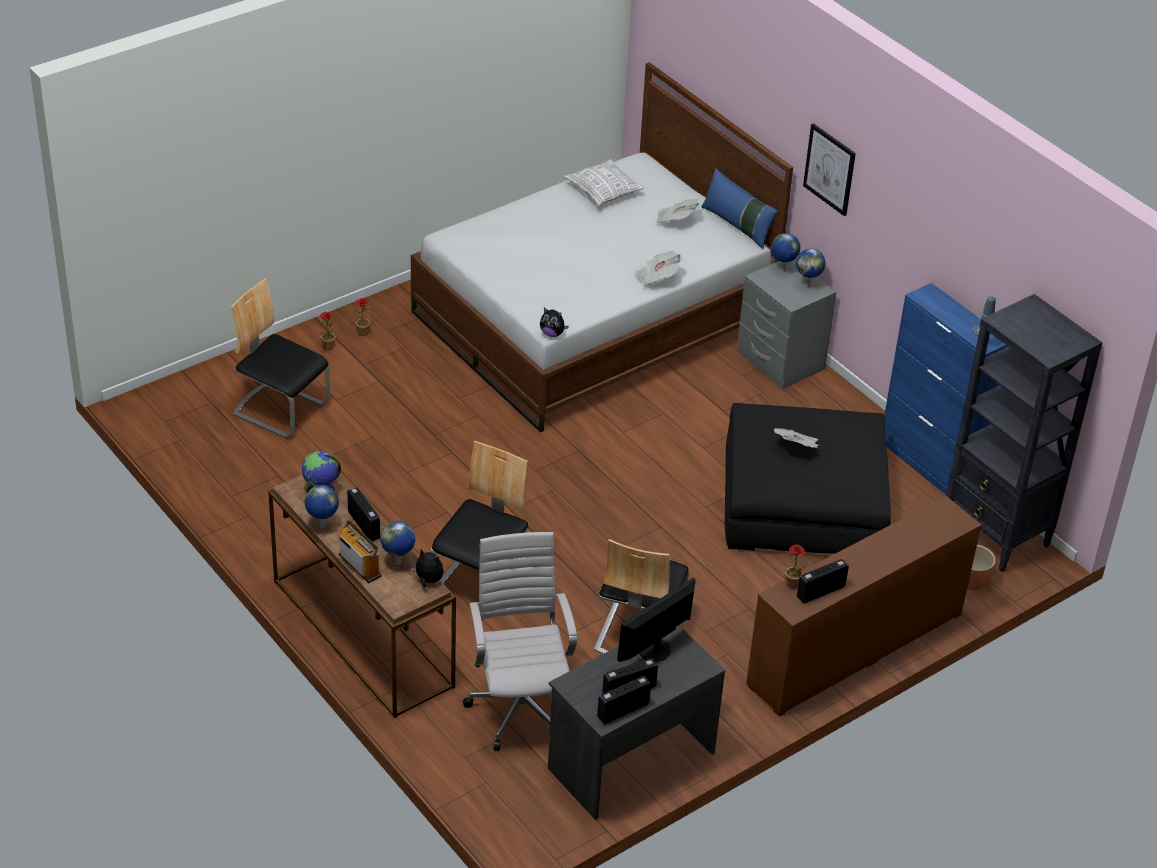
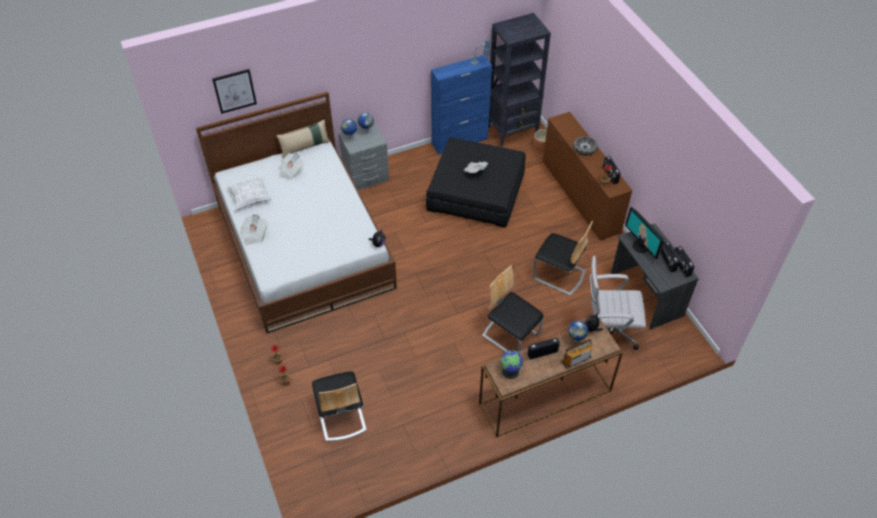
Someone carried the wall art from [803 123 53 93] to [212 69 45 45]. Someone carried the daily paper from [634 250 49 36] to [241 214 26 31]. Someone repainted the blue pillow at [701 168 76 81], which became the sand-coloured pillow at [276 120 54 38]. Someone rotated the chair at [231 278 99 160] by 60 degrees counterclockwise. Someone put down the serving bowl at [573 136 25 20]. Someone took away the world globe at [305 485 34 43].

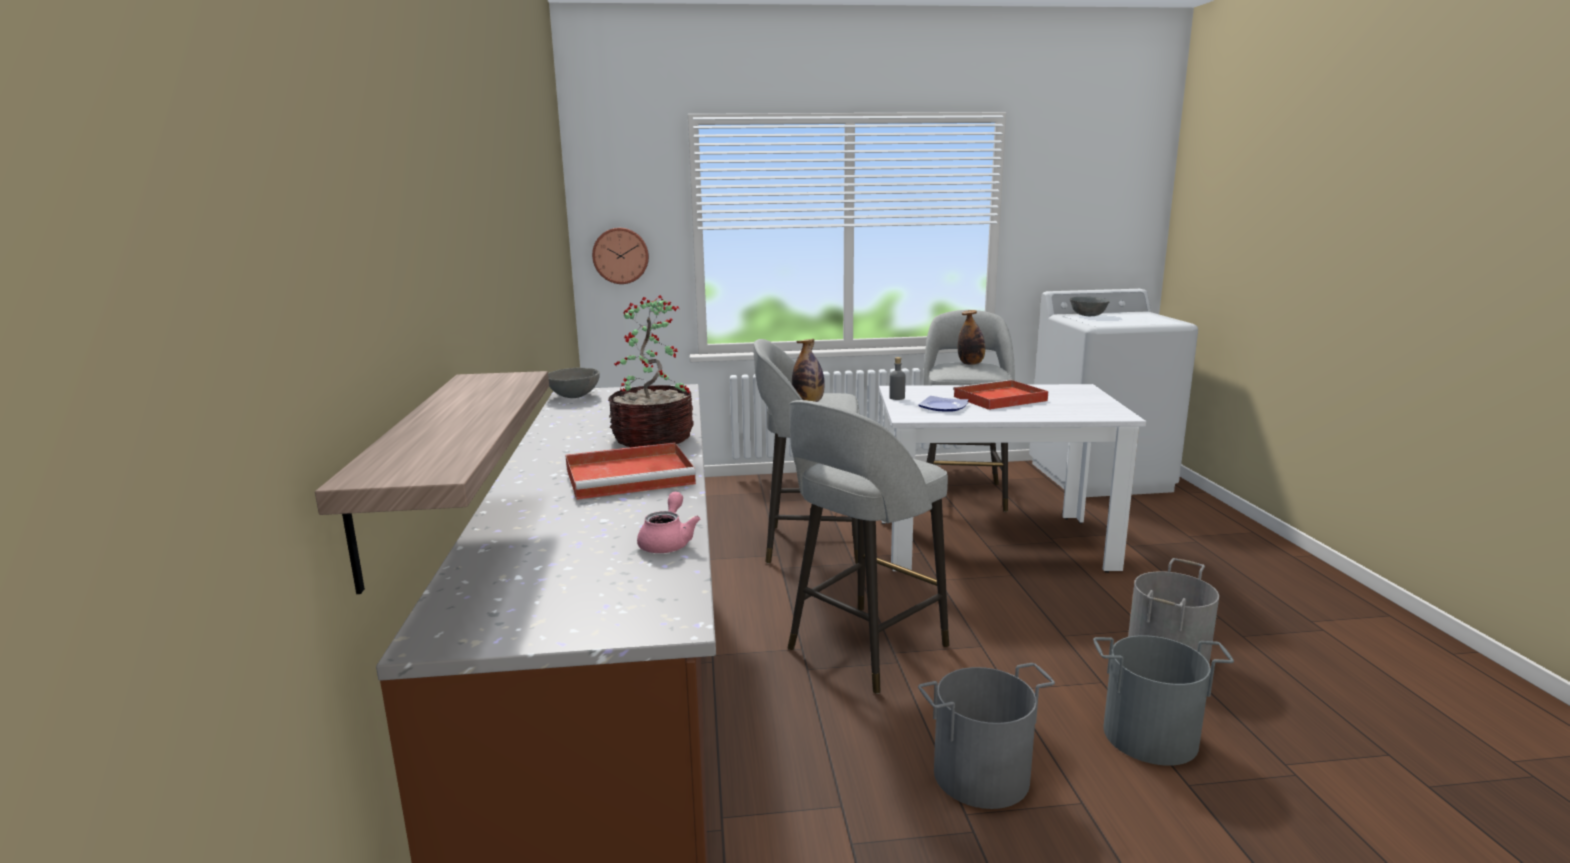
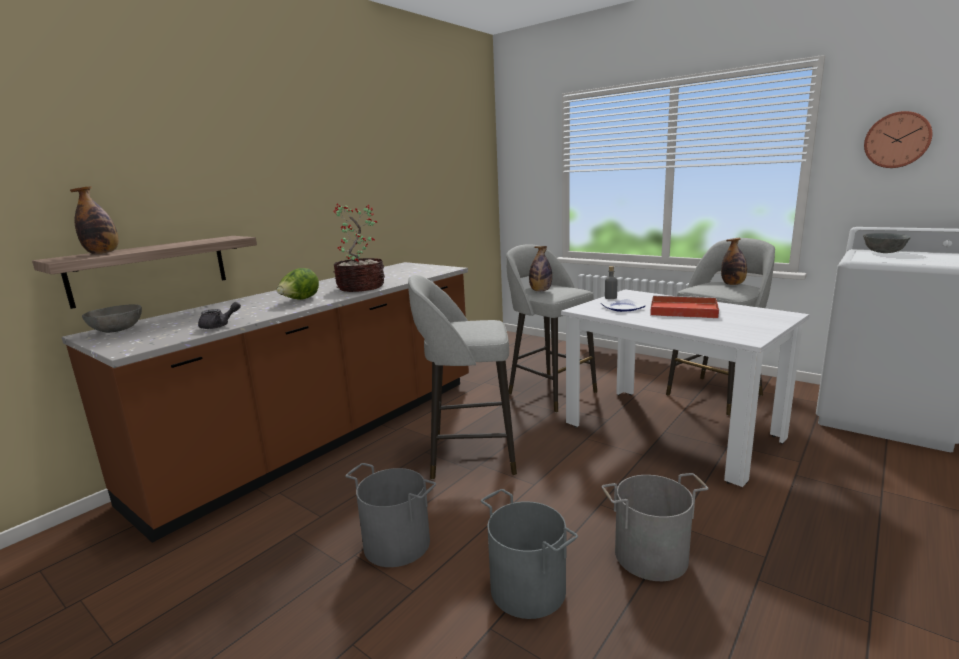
Someone put down the bottle at [70 186 49 68]. Someone carried the grey serving bowl from [548 368 52 30] to [82 304 60 29]. Someone repainted the pinkish teapot at [637 492 63 61], which became the grey teapot at [198 302 43 27]. Someone swapped the reddish carrying tray at [565 442 131 58] for the head of lettuce at [277 268 42 32]. Someone carried the wall clock from [592 228 57 56] to [864 111 68 57].

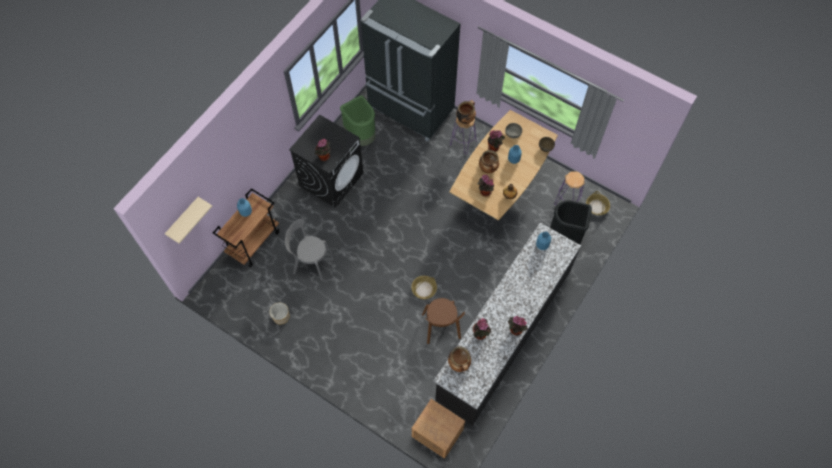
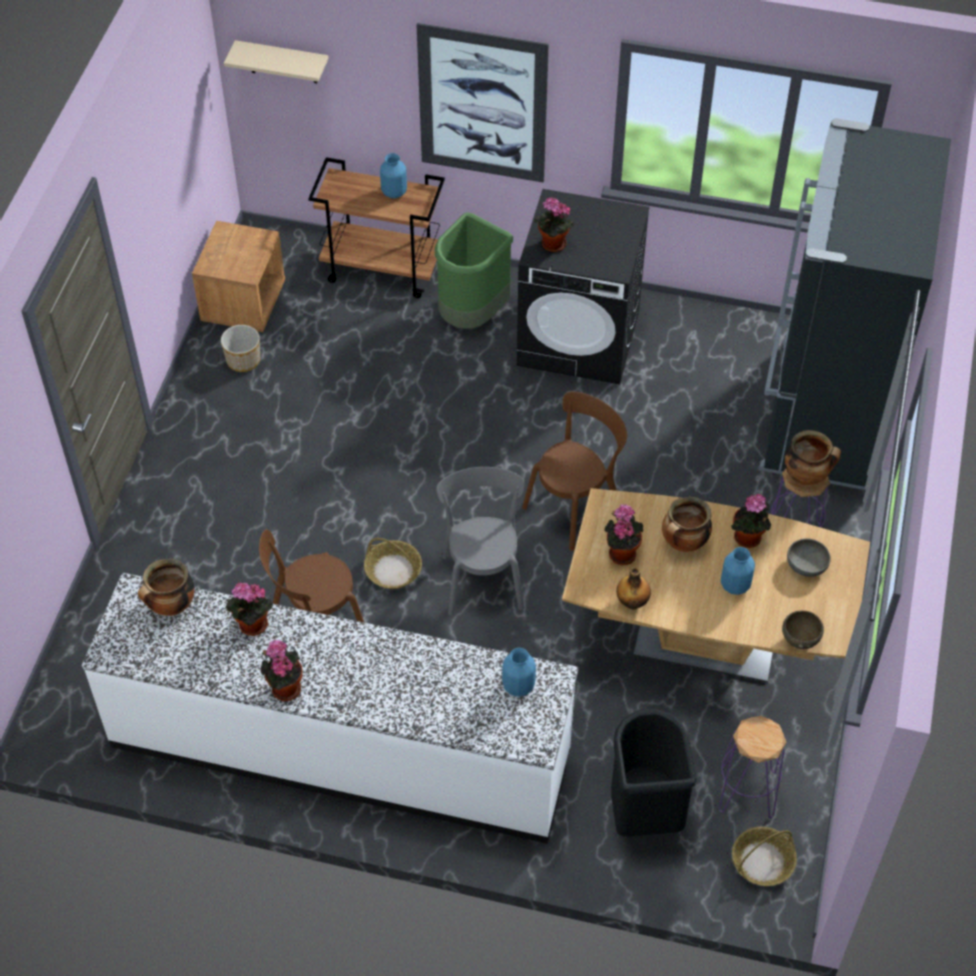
Someone repainted the black kitchen counter at [434 223 147 203], which became the white kitchen counter at [82 573 496 271]. Someone carried the brown-coloured nightstand from [412 399 53 60] to [192 221 93 111]. Someone put up the wall art at [417 23 132 160]. Someone carried the green-coloured rubbish bin from [340 95 36 51] to [435 212 78 117]. Someone carried the grey chair from [285 219 48 62] to [436 467 89 149]. Someone put down the brown-coloured chair at [522 392 105 159].

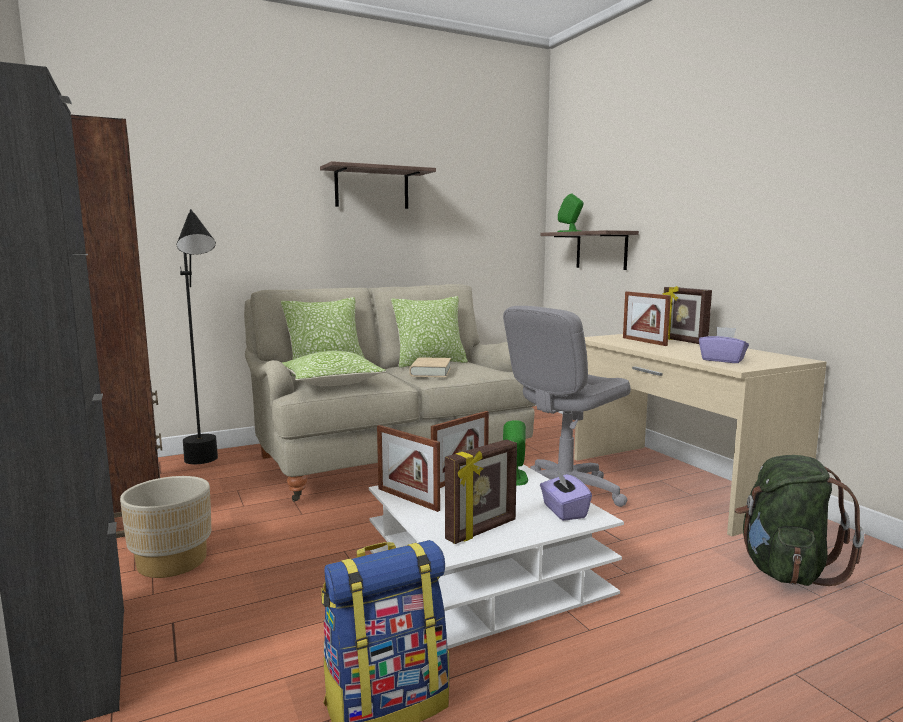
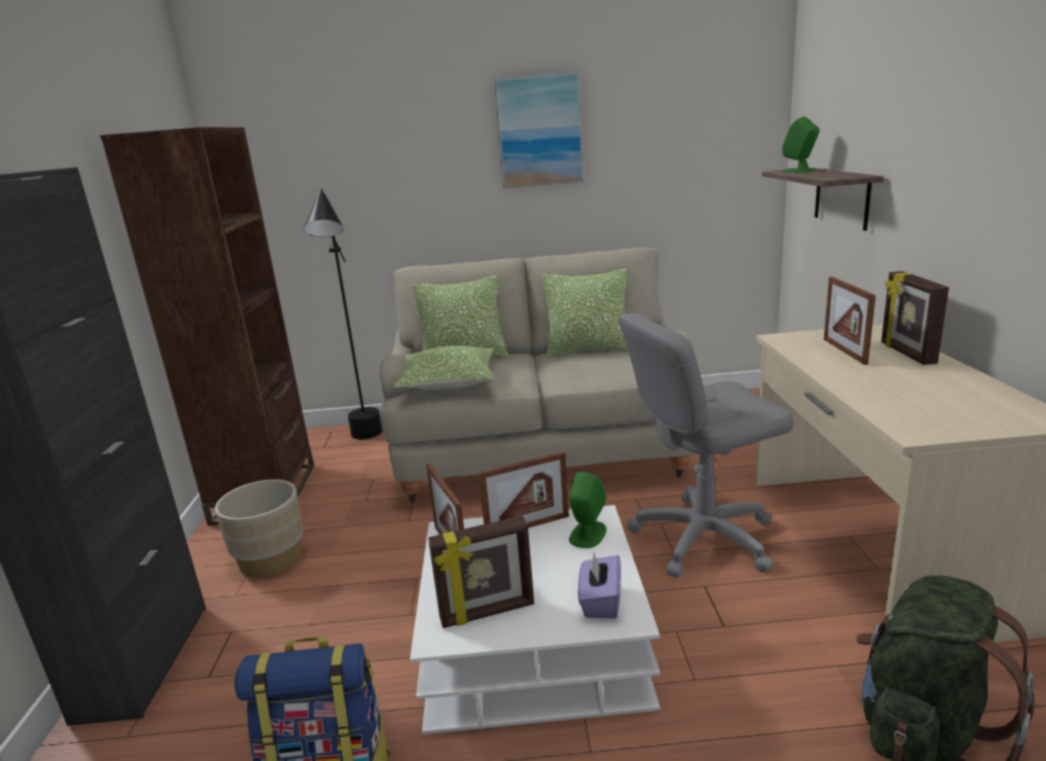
Someone swapped the shelf at [320 161 116 48] for the wall art at [494 72 90 116]. Someone took away the sand-coloured bound book at [409 357 42 20]. Someone took away the purplish tissue holder at [699 327 50 36].

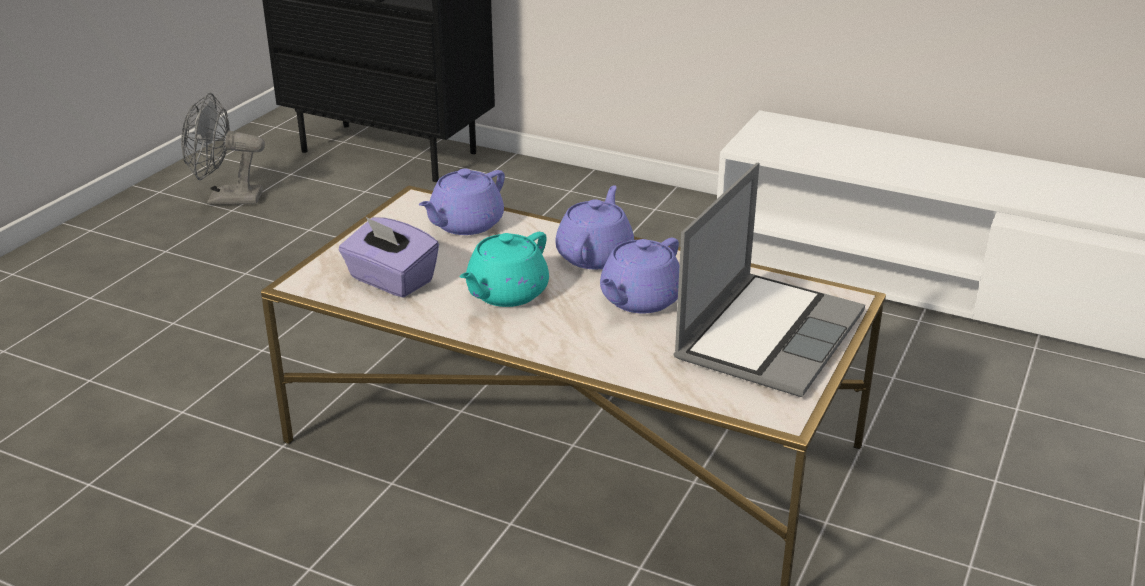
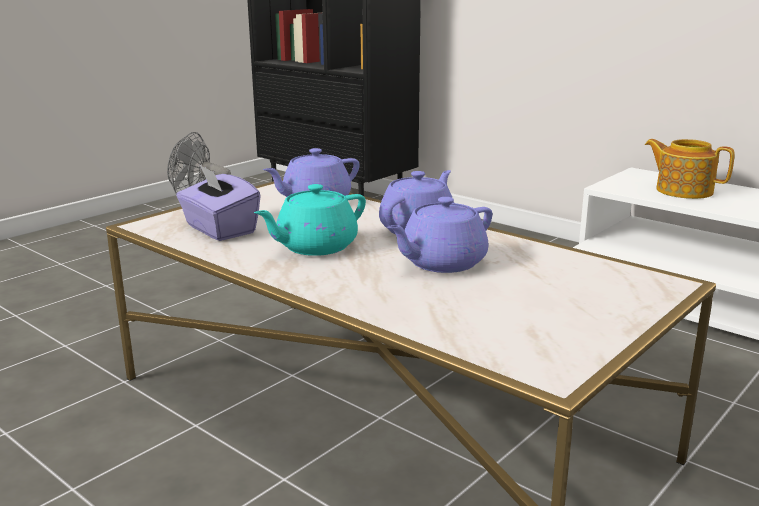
Someone put down the teapot at [645 139 90 60]. Someone took away the laptop at [674 163 191 234].

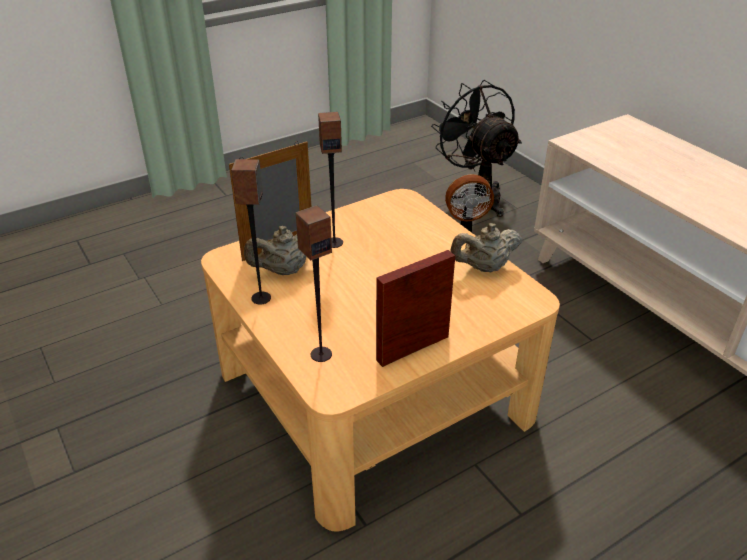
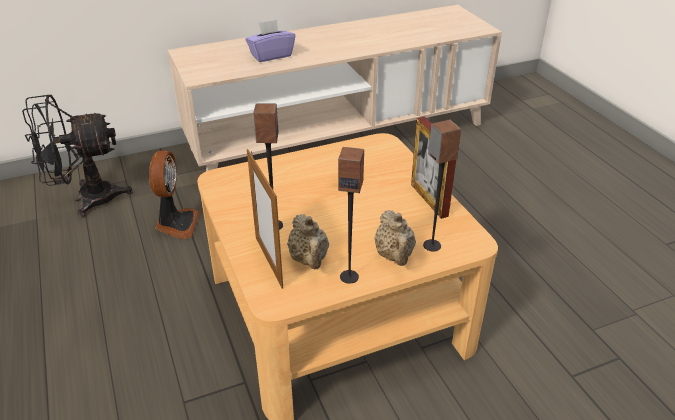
Someone put down the purplish tissue holder at [246 20 49 42]. Someone carried the sand-coloured teapot from [451 223 71 49] to [374 210 42 56].

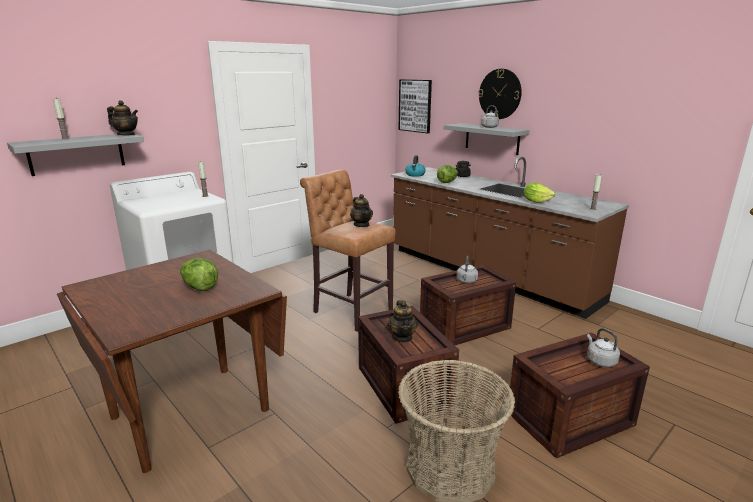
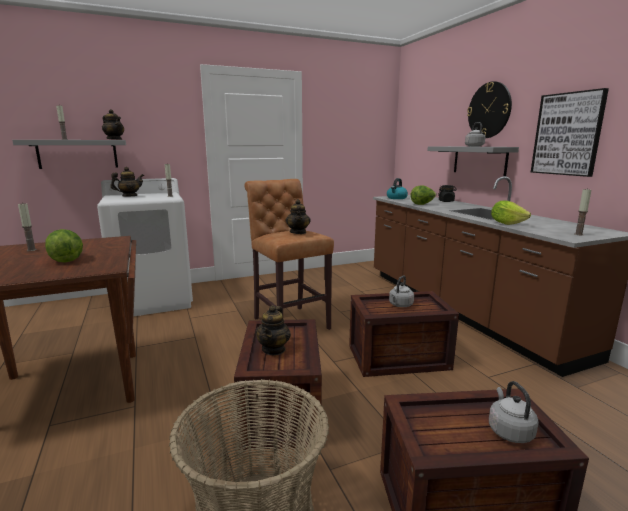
Someone put down the wax candle at [18 202 19 49]. Someone put down the teapot at [110 167 34 30]. Someone carried the wall art from [399 79 33 54] to [531 88 78 89].

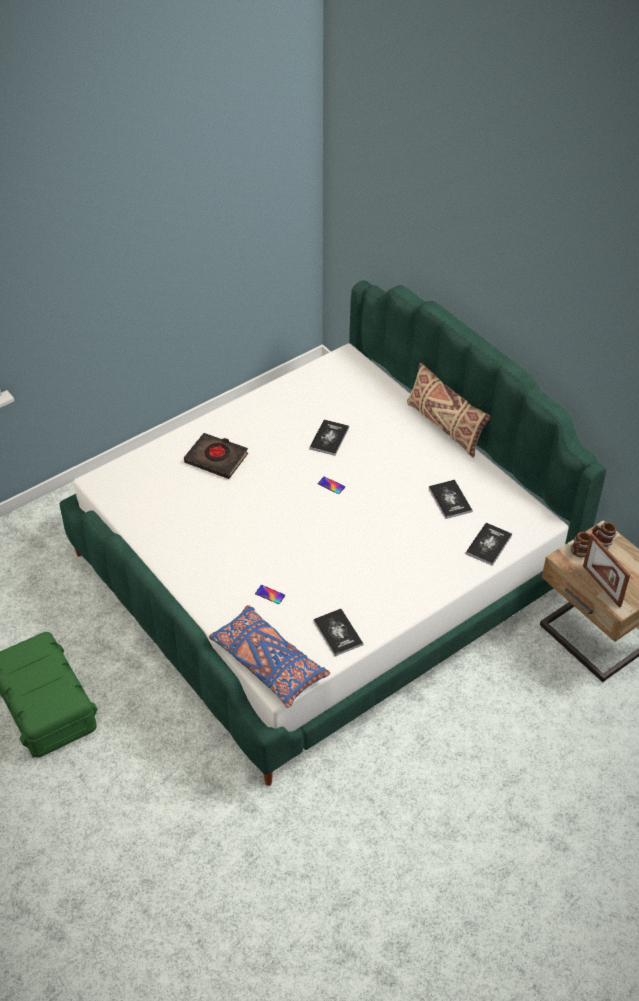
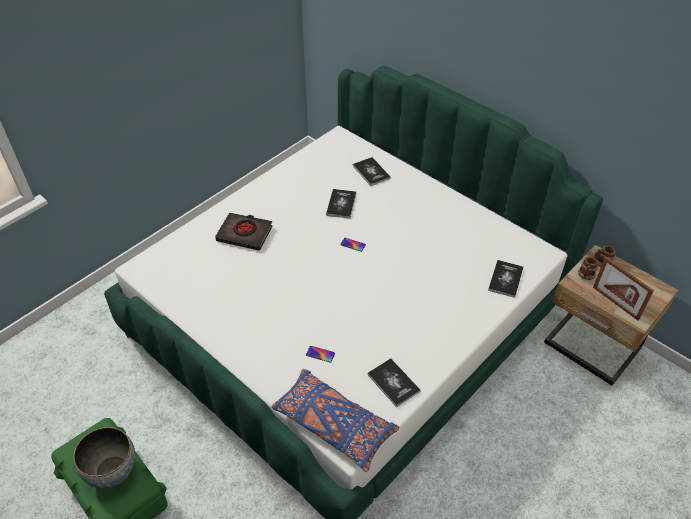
Someone put down the serving bowl at [73 427 63 61]. Someone carried the bound book from [428 480 44 39] to [353 157 38 29]. Someone took away the sand-coloured pillow at [407 363 83 95].

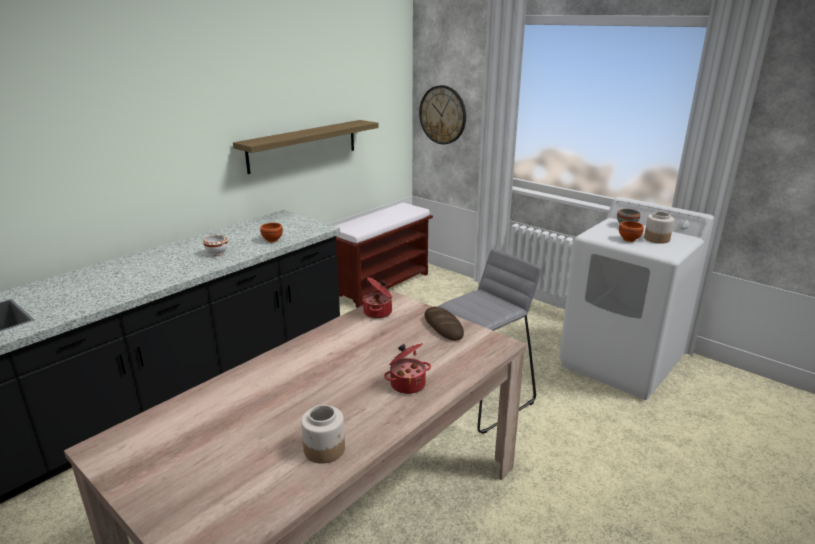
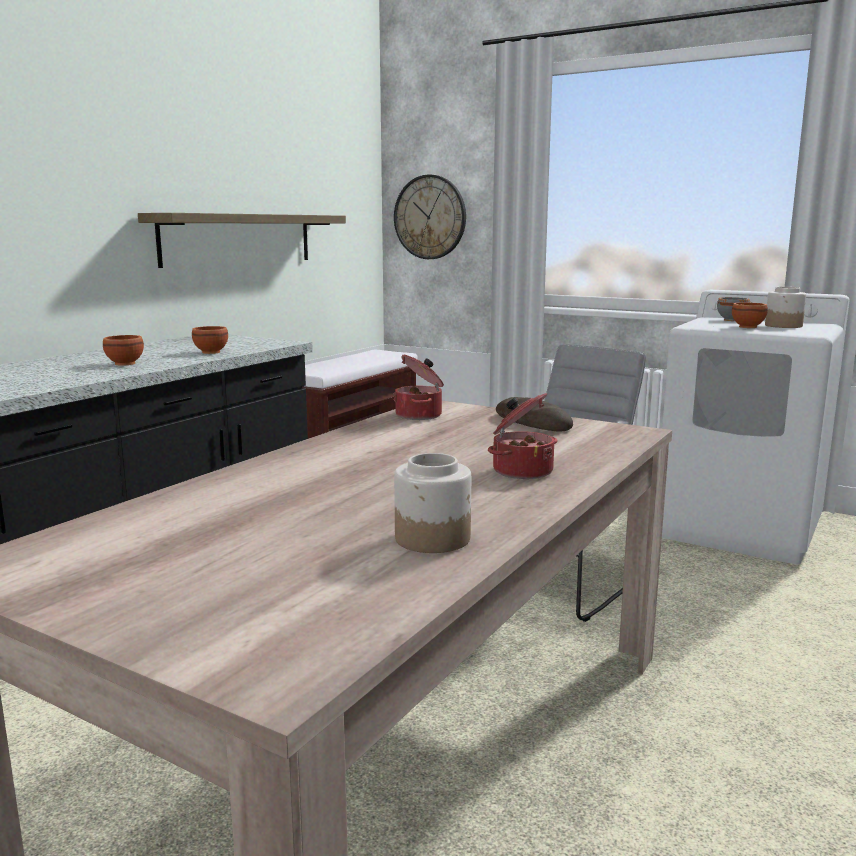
Someone repainted the white serving bowl at [203 235 25 21], which became the brown-coloured serving bowl at [103 335 41 31].

